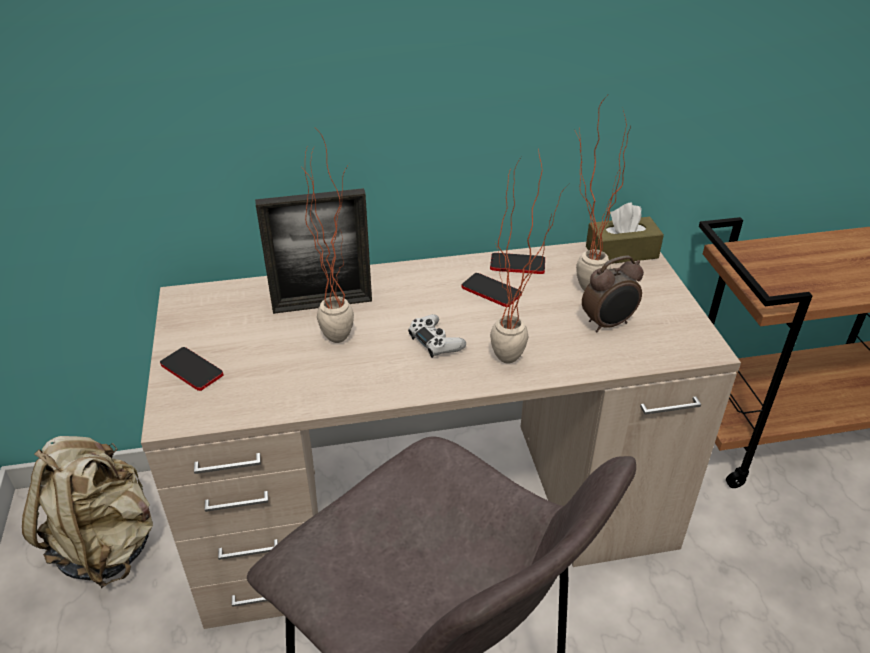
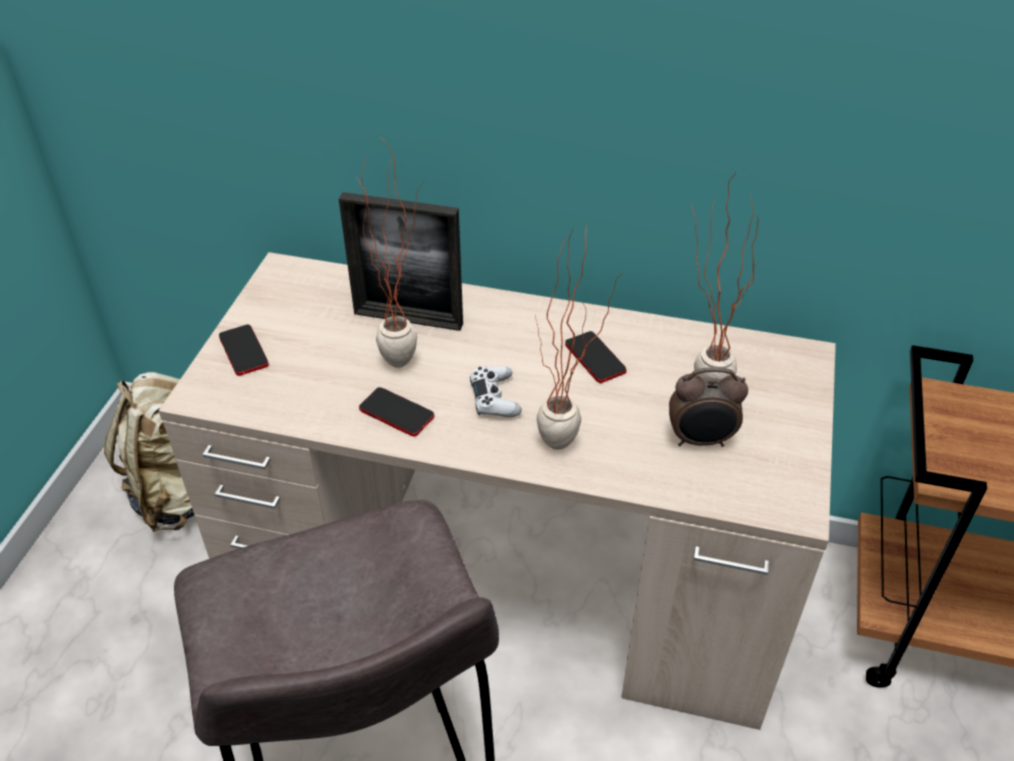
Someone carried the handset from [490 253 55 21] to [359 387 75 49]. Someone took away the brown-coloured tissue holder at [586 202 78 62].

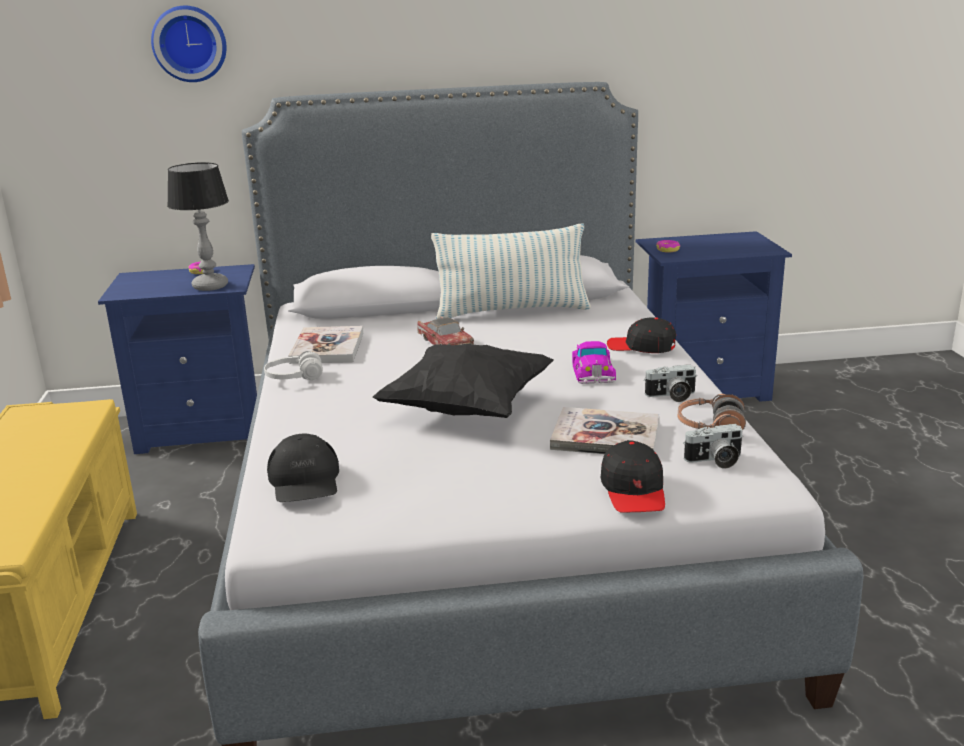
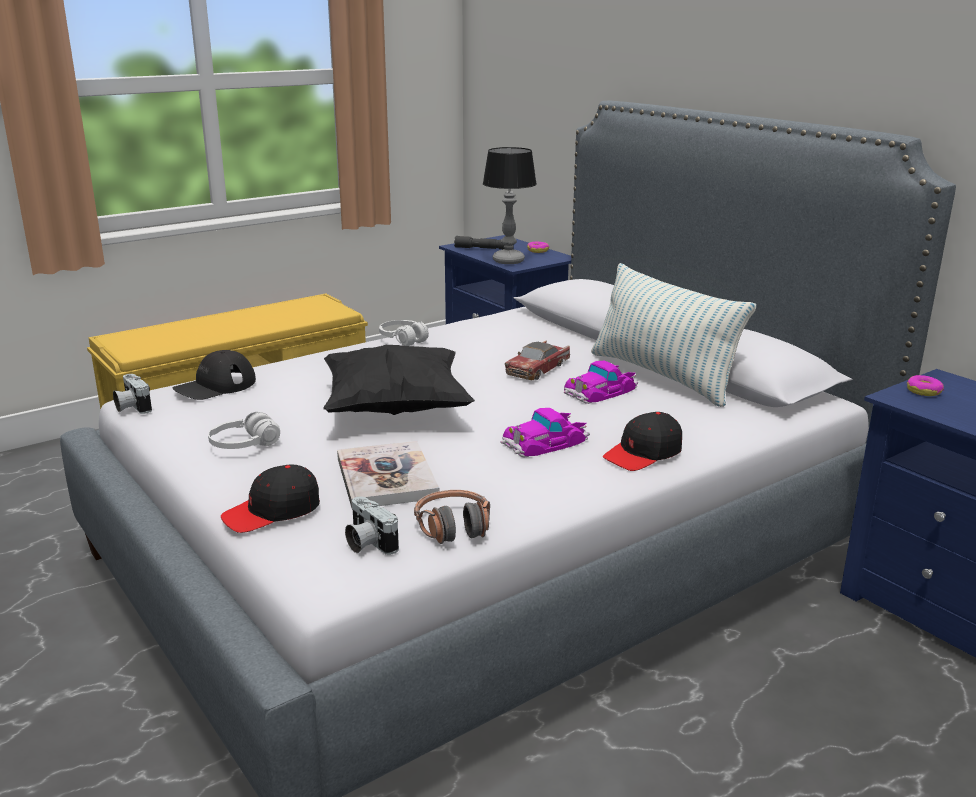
Someone carried the photo camera from [644 365 53 37] to [113 374 39 40]. Someone put down the white pair of headphones at [208 412 72 37]. Someone put down the grey torch at [454 236 51 14]. Someone put down the model car at [564 361 74 43]. Someone rotated the black peaked cap at [607 317 69 36] by 120 degrees counterclockwise. Someone took away the wall clock at [151 6 75 76]. Someone took away the bound book at [289 326 74 38].

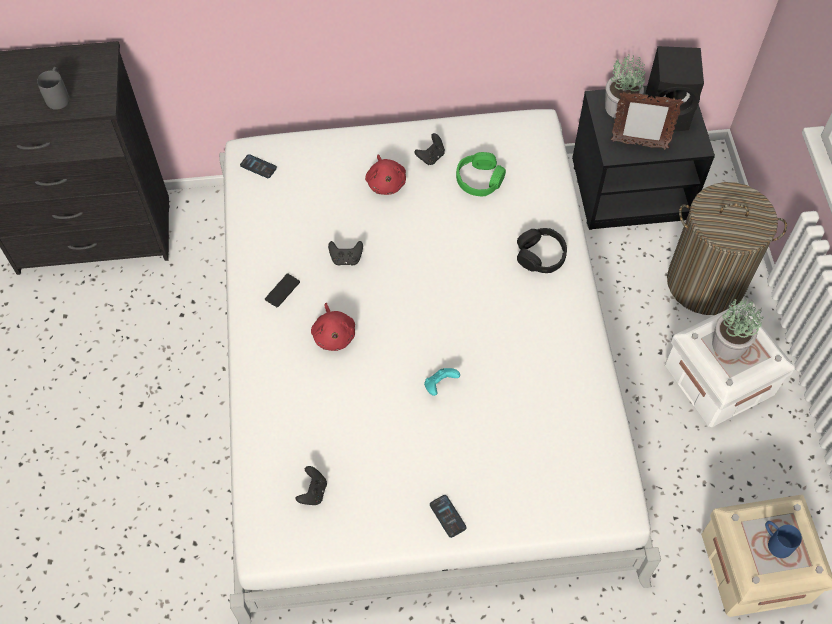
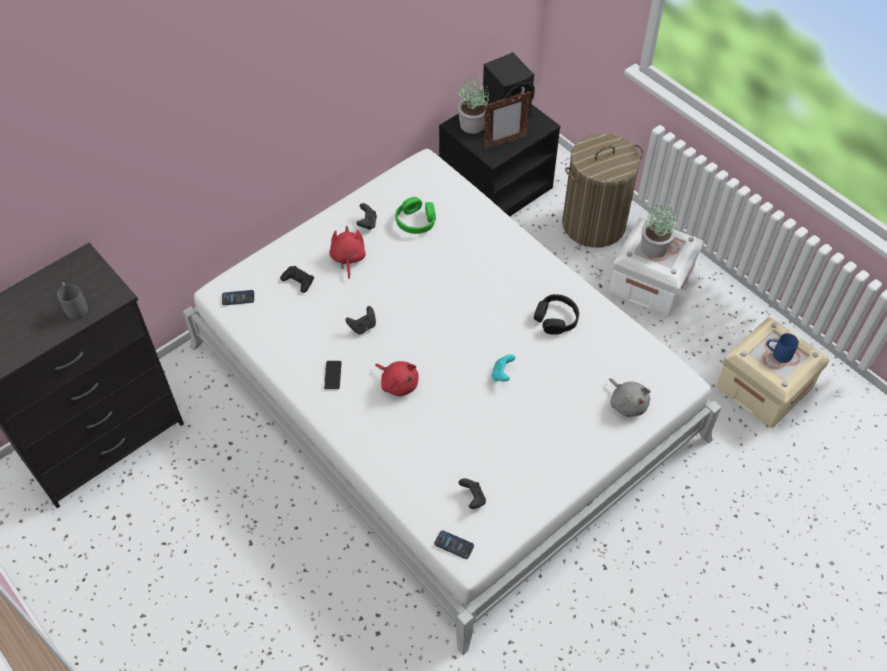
Someone put down the black joypad at [280 266 34 27]. Someone rotated the reddish soft toy at [365 155 41 40] by 135 degrees counterclockwise. Someone carried the handset from [430 495 37 43] to [435 530 39 29]. Someone carried the black pair of headphones from [517 228 50 45] to [534 294 45 41]. Someone put down the grey soft toy at [609 378 42 39].

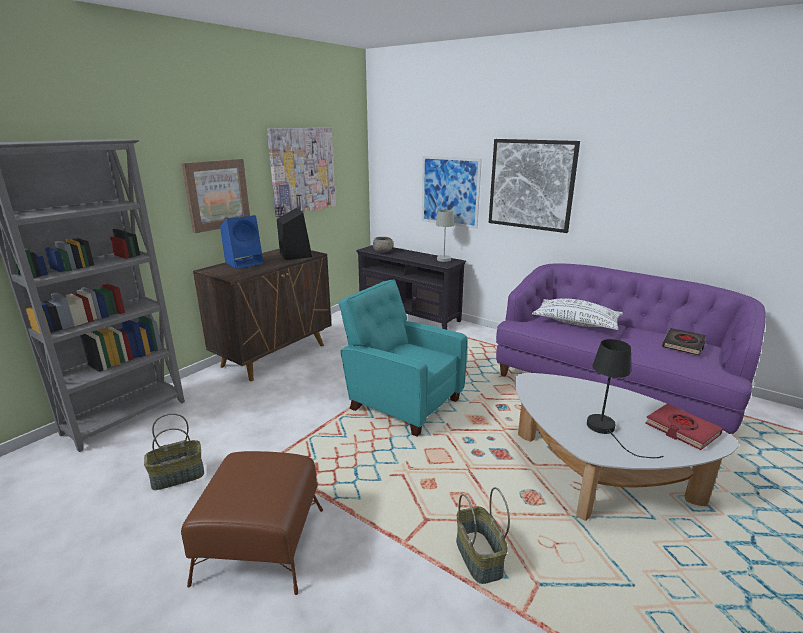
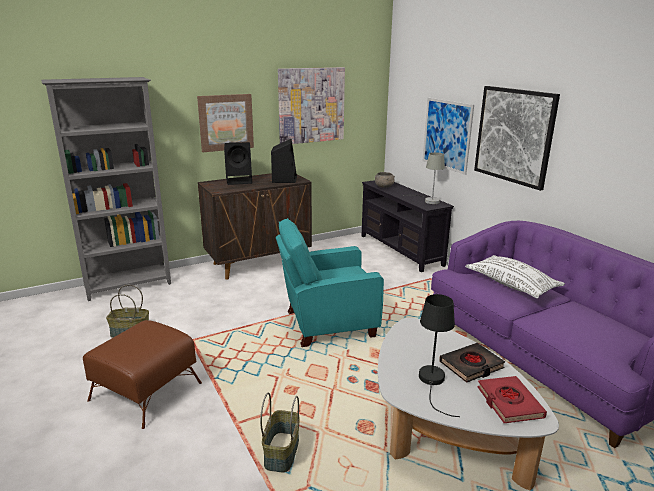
Someone repainted the blue loudspeaker at [220 215 44 54], which became the black loudspeaker at [224 142 28 43]. Someone rotated the turquoise-coloured lounge chair at [338 279 129 158] by 75 degrees counterclockwise. Someone carried the black bound book from [662 328 44 28] to [439 343 66 40].

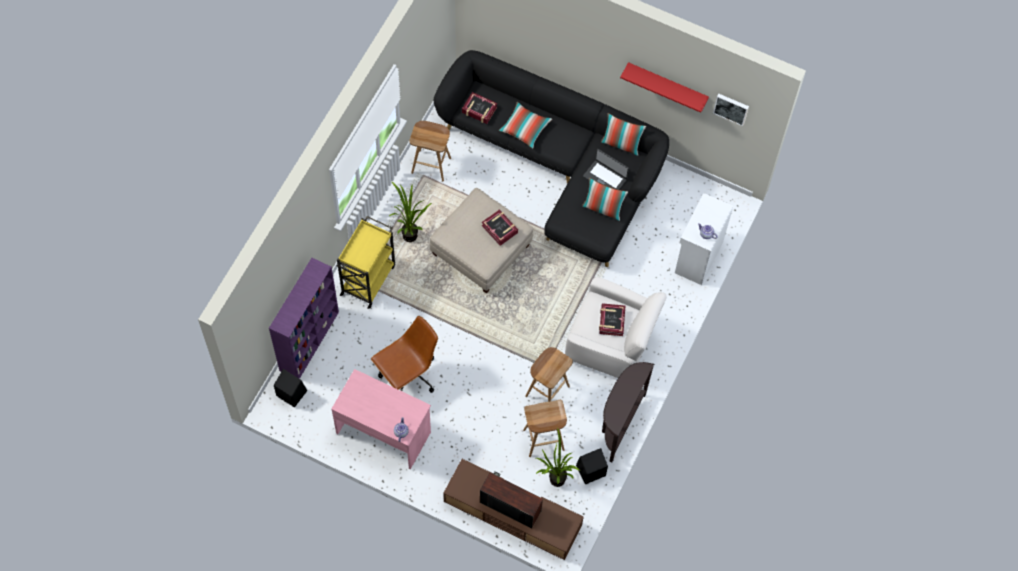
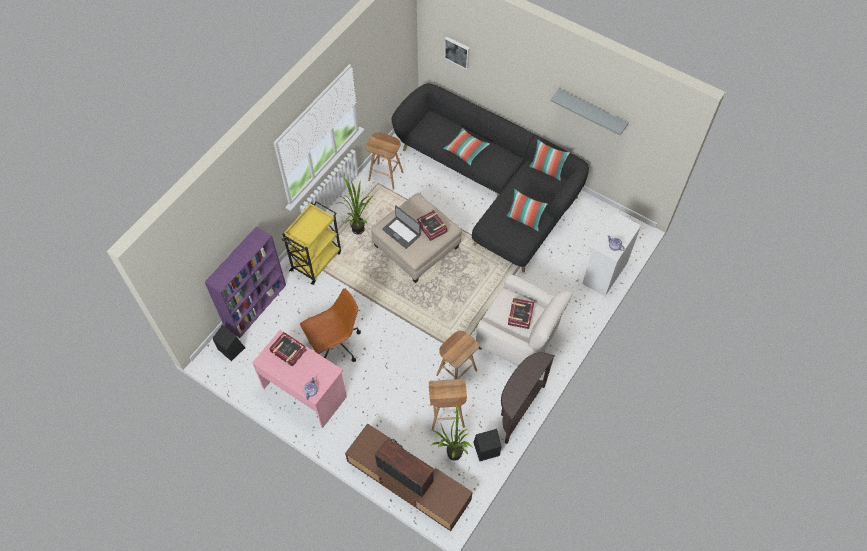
Someone carried the bound book from [462 92 35 32] to [269 332 38 35]. Someone carried the laptop from [583 149 46 41] to [382 205 39 44]. Someone carried the wall art from [713 93 36 33] to [444 36 26 33]. Someone repainted the reddish shelf at [620 62 89 51], which became the grey shelf at [550 89 78 46].

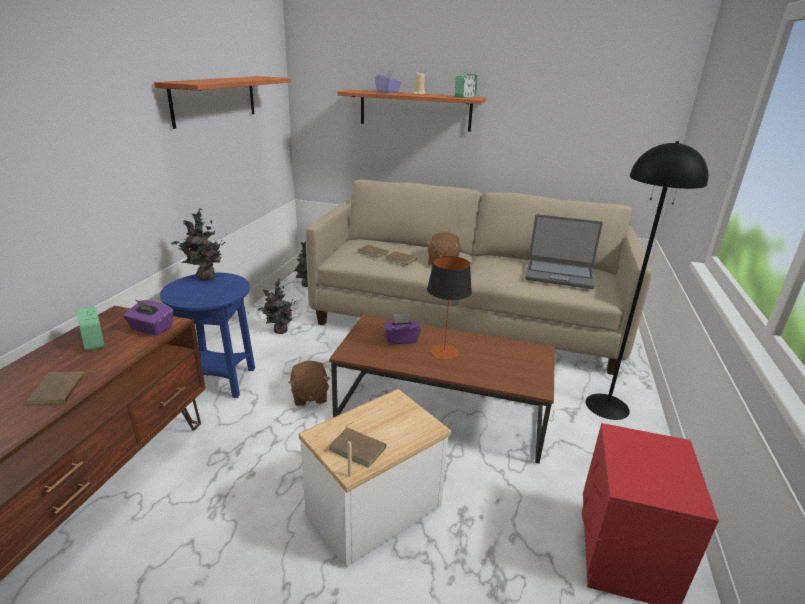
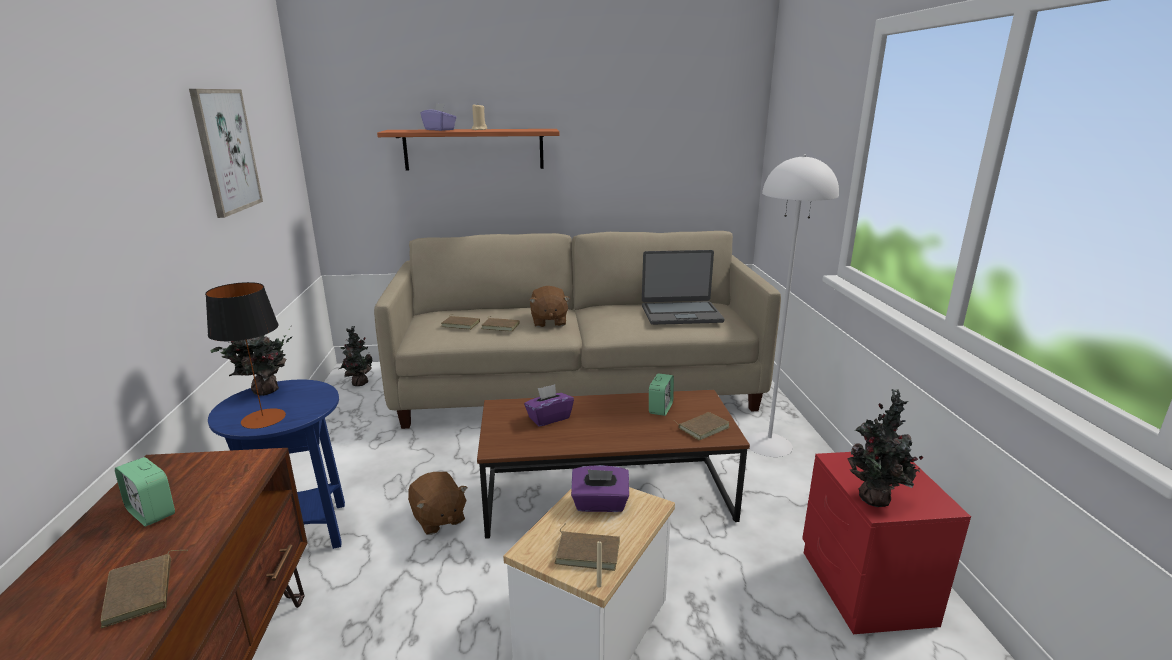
Someone swapped the shelf at [154 76 137 53] for the wall art at [189 89 74 129]. Someone carried the lamp for a table from [427 256 45 104] to [205 282 81 147]. Someone carried the purplish tissue holder from [123 300 50 36] to [571 465 58 47]. Someone carried the table clock from [455 74 23 24] to [649 373 25 43]. Someone put down the brown-coloured bound book at [673 412 57 28]. Someone repainted the black floor lamp at [585 141 123 279], which became the white floor lamp at [746 155 93 302]. Someone carried the houseplant from [258 278 38 56] to [847 389 76 118].

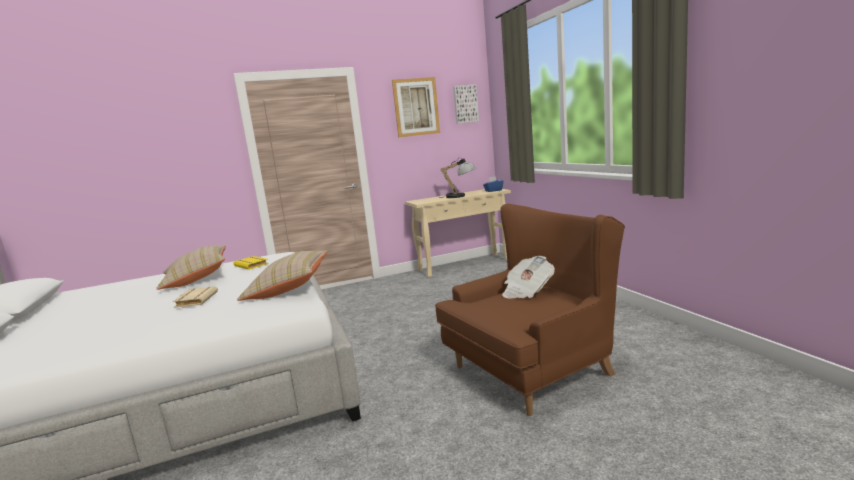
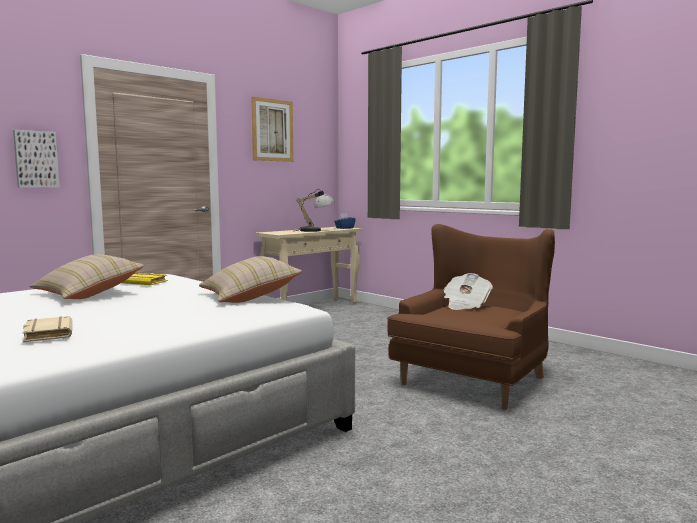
Someone carried the wall art from [453 84 26 40] to [13 130 47 58]. Someone carried the sand-coloured bound book from [172 286 46 22] to [23 316 49 26].

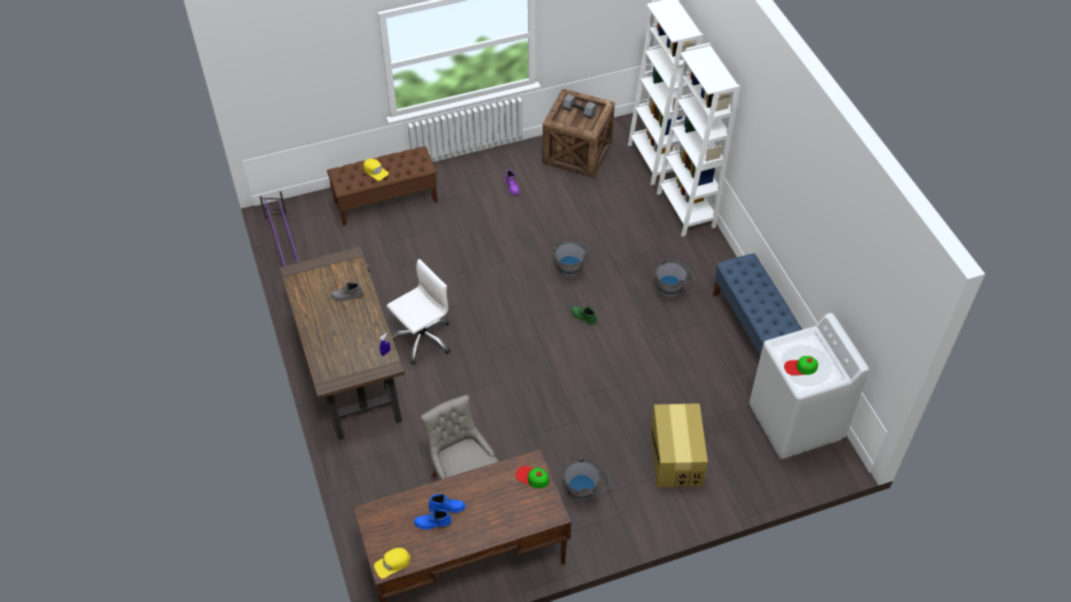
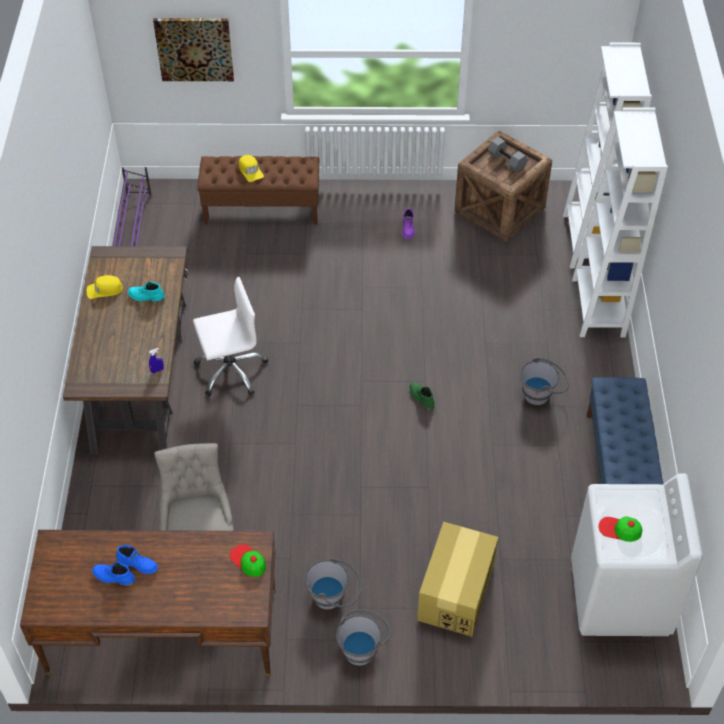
Someone carried the yellowish peaked cap from [374 548 36 30] to [86 275 37 24]. Someone repainted the grey high-top boot at [330 282 33 19], which became the turquoise-coloured high-top boot at [128 281 37 21]. Someone put up the wall art at [153 18 81 63]. Someone carried the grey pail from [554 241 36 37] to [336 609 55 57].

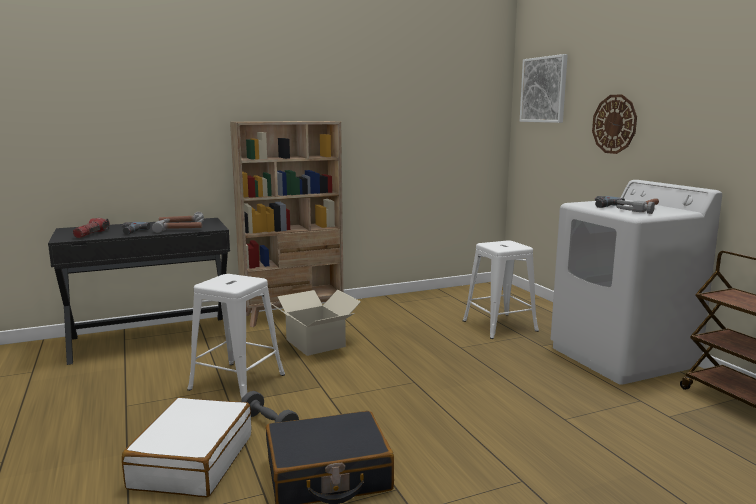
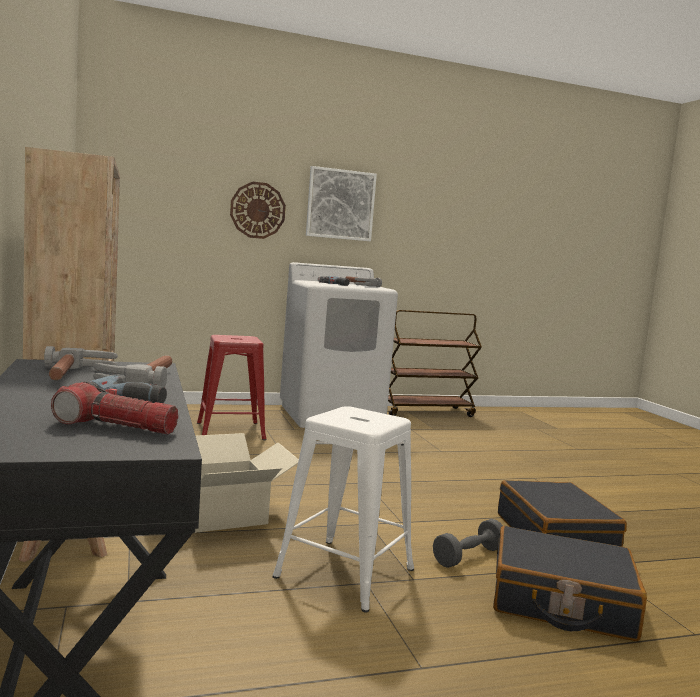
Someone repainted the white stool at [463 241 76 98], which became the reddish stool at [197 335 69 105]. Someone carried the wall art from [520 54 48 69] to [306 166 71 75]. Someone repainted the white piece of luggage at [122 398 129 99], which became the black piece of luggage at [493 526 154 115].

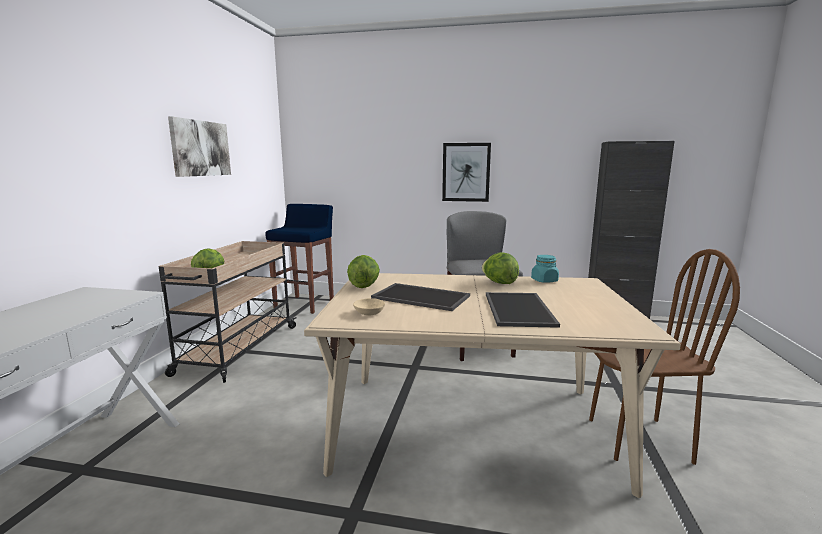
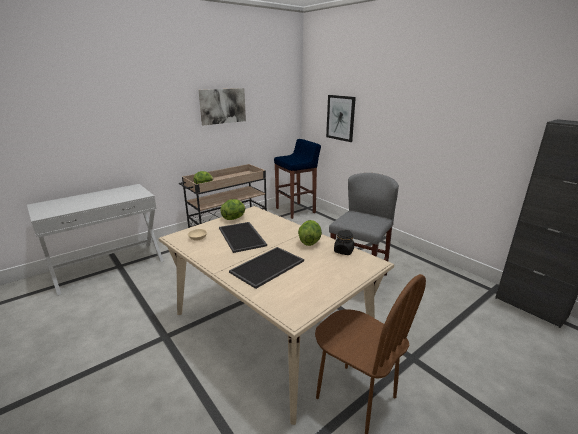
Someone carried the wall art from [442 143 49 59] to [326 95 30 47]. Someone repainted the turquoise-coloured preserve jar at [531 255 28 28], which became the black preserve jar at [334 230 20 25].

